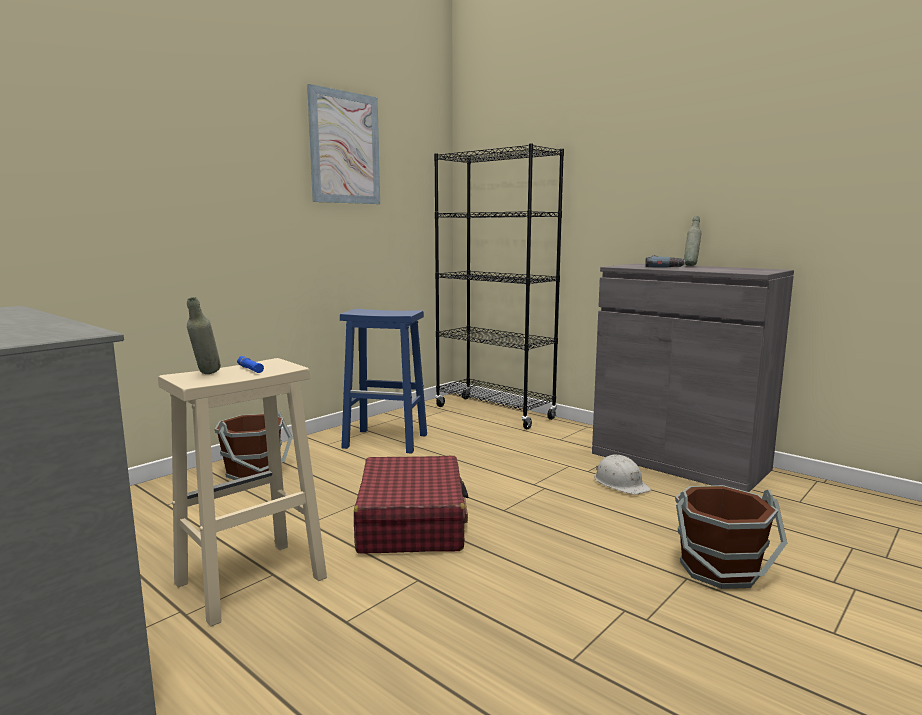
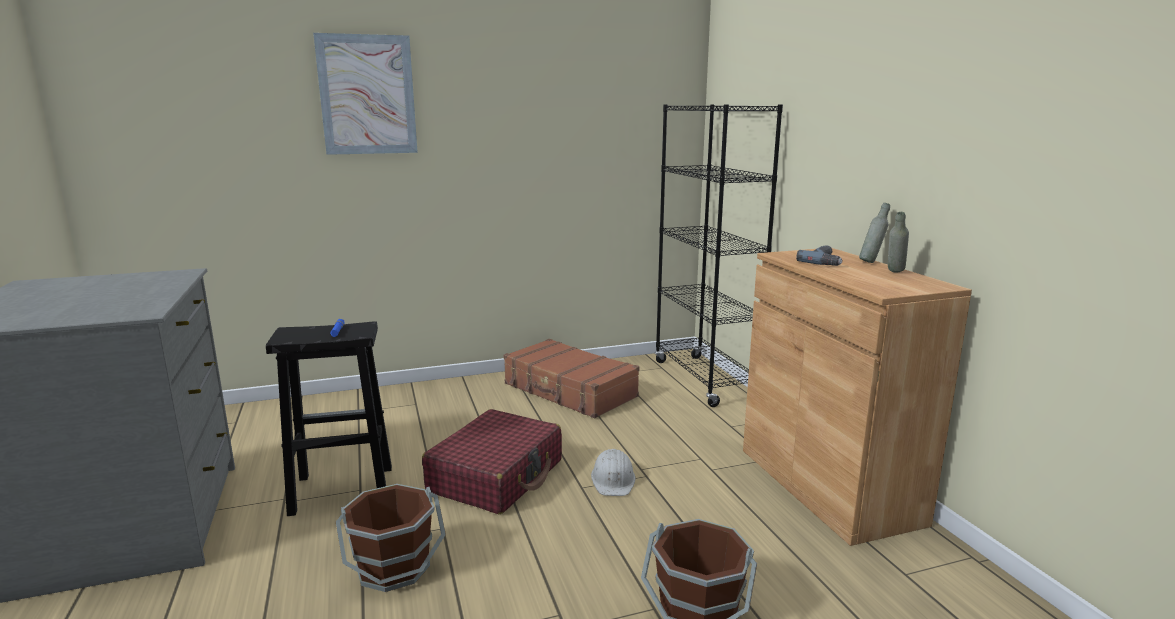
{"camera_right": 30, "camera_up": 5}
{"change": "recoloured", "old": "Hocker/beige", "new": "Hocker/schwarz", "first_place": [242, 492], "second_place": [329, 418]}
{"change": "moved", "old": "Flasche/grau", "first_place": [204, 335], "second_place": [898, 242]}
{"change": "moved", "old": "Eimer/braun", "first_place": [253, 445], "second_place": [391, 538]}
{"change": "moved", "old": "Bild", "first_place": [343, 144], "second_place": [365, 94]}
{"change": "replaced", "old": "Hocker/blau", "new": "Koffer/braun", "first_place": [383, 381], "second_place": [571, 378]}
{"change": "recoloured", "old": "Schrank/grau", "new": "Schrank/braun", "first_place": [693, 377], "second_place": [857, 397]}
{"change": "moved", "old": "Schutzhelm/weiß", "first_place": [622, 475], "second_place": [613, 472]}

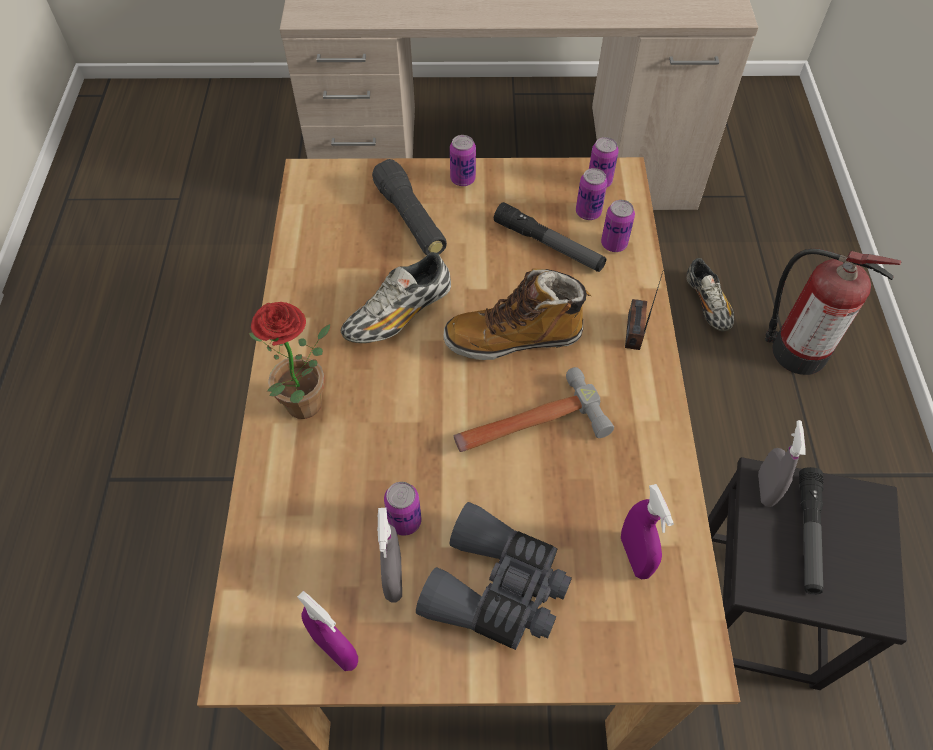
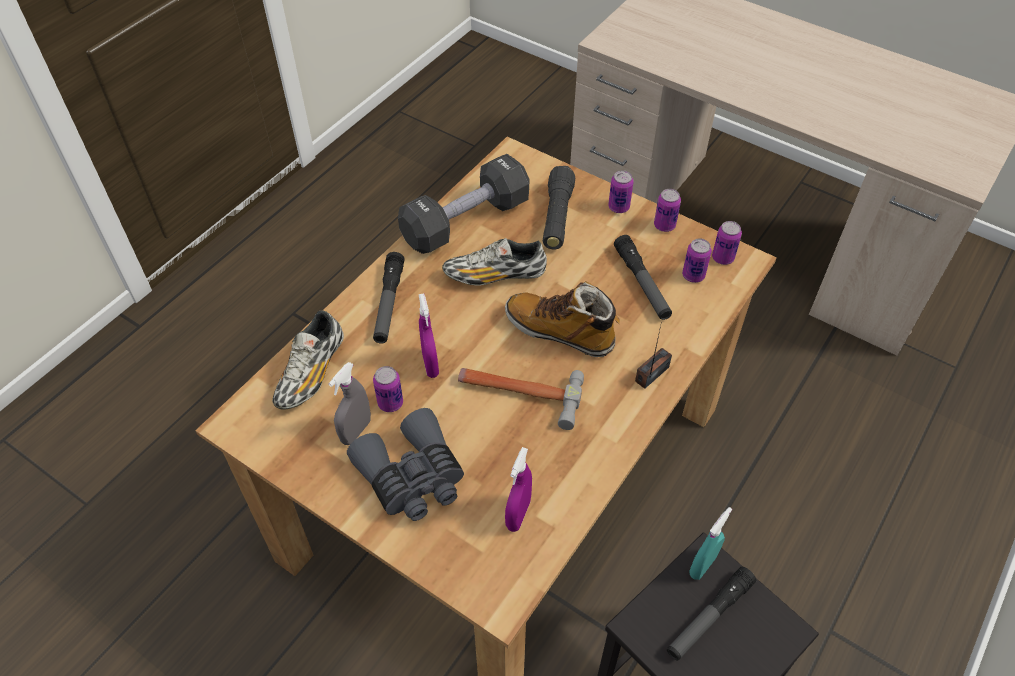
{"camera_right": 35, "camera_up": -5}
{"change": "replaced", "old": "Topfpflanze", "new": "Taschenlampe", "first_place": [289, 360], "second_place": [389, 297]}
{"change": "moved", "old": "Sprühflasche/lila", "first_place": [327, 631], "second_place": [429, 335]}
{"change": "moved", "old": "Dose", "first_place": [618, 226], "second_place": [667, 210]}
{"change": "moved", "old": "Schuh", "first_place": [710, 294], "second_place": [308, 360]}
{"change": "recoloured", "old": "Sprühflasche/grau", "new": "Sprühflasche/türkis", "first_place": [781, 463], "second_place": [710, 543]}
{"change": "removed", "old": "Feuerlöscher", "first_place": [833, 311]}
{"change": "added", "new": "Hantel/schwarz", "second_place": [463, 204]}

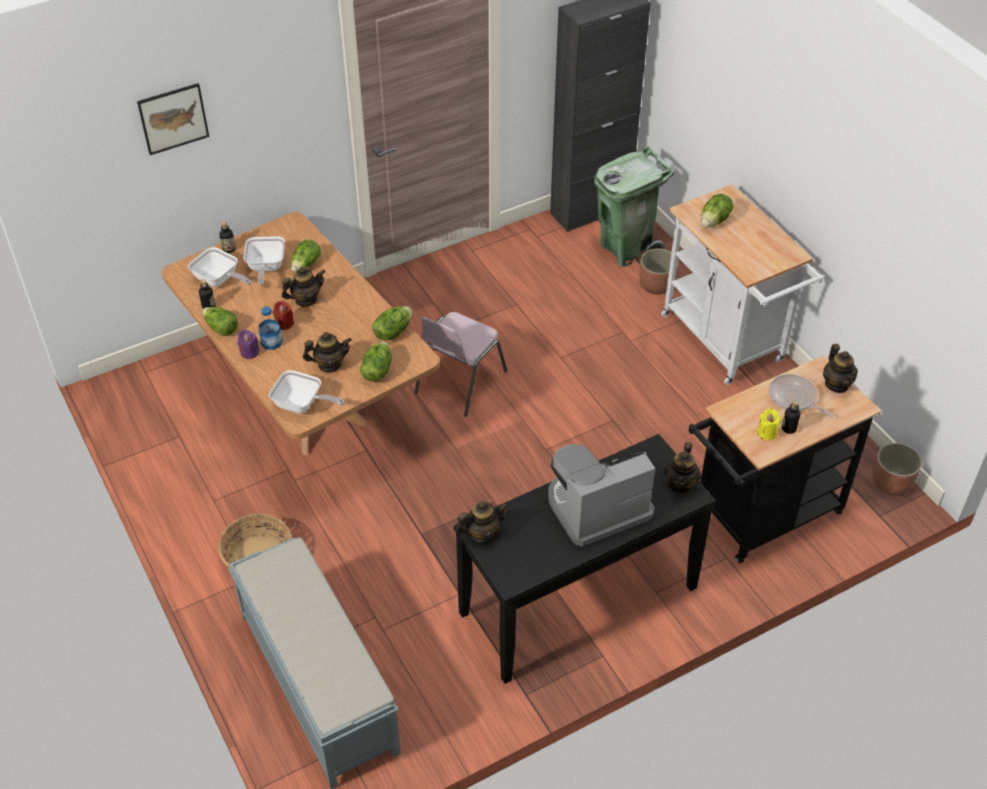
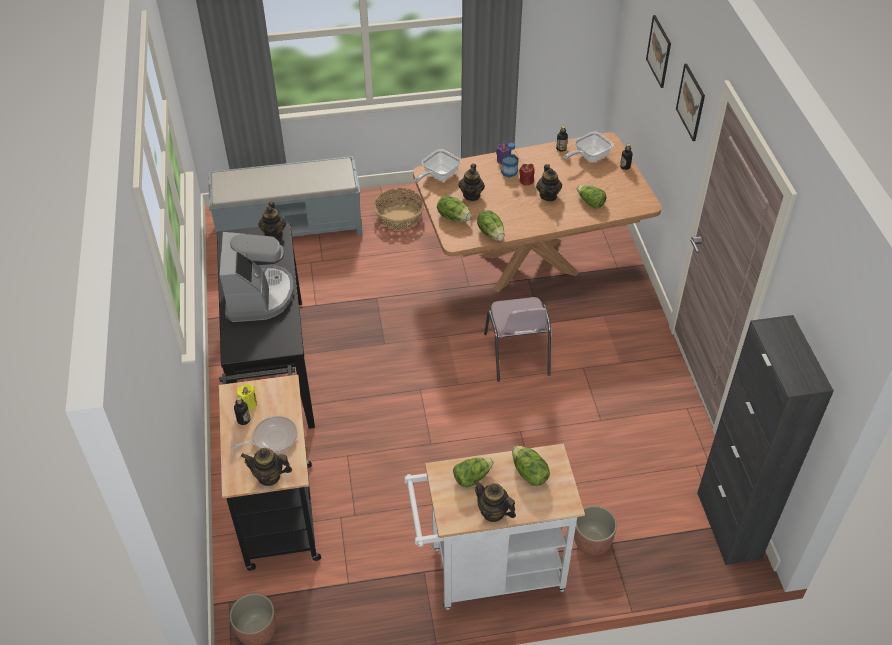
{"camera_right": 110, "camera_up": 0}
{"change": "moved", "old": "Salatkopf", "first_place": [220, 321], "second_place": [473, 472]}
{"change": "removed", "old": "Pfanne", "first_place": [264, 260]}
{"change": "turned", "old": "Stuhl/rosa", "first_place": [461, 364], "second_place": [517, 339], "degrees": -150}
{"change": "removed", "old": "Mülleimer/grün", "first_place": [634, 206]}
{"change": "moved", "old": "Teekanne", "first_place": [682, 468], "second_place": [494, 501]}
{"change": "added", "new": "Bild", "second_place": [690, 102]}

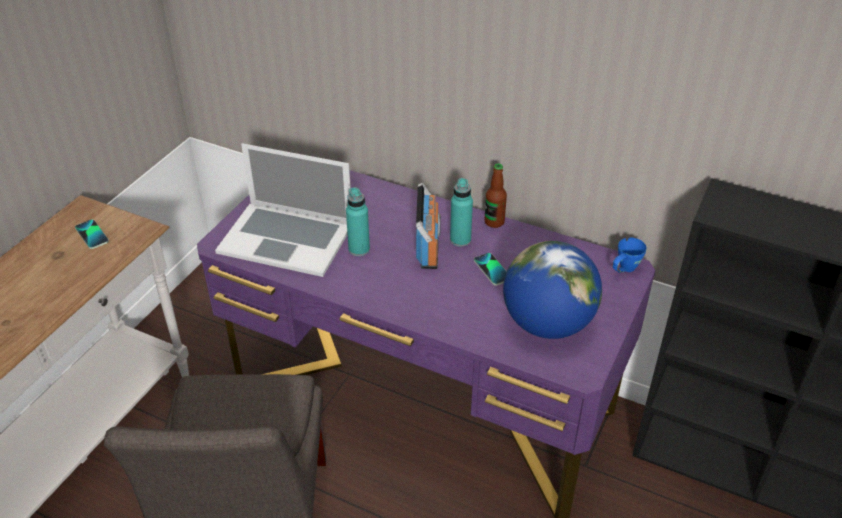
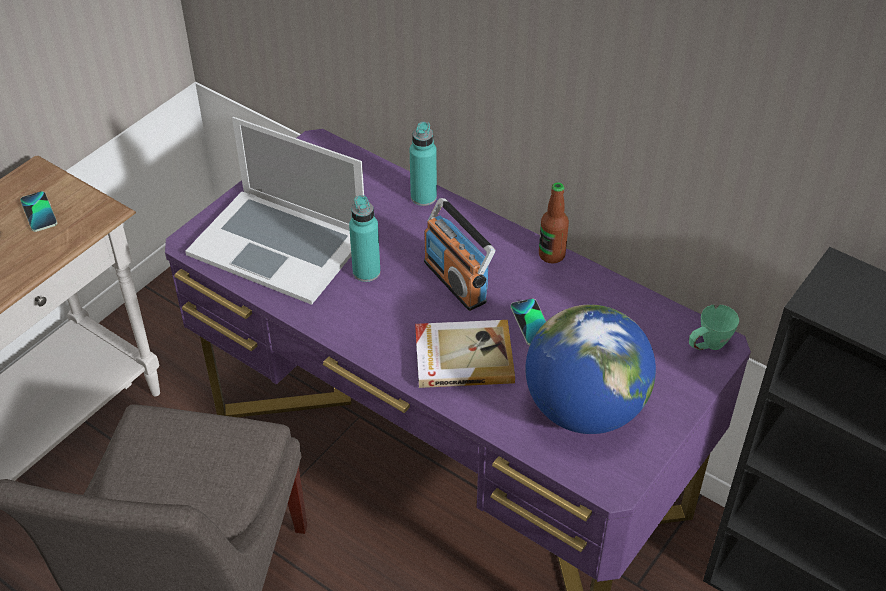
{"camera_right": 10, "camera_up": 5}
{"change": "turned", "old": "Radio", "first_place": [428, 226], "second_place": [459, 254], "degrees": 135}
{"change": "moved", "old": "Flasche/türkis", "first_place": [461, 212], "second_place": [423, 164]}
{"change": "recoloured", "old": "Henkelbecher/blau", "new": "Henkelbecher/grün", "first_place": [630, 255], "second_place": [714, 327]}
{"change": "added", "new": "Buch", "second_place": [465, 354]}

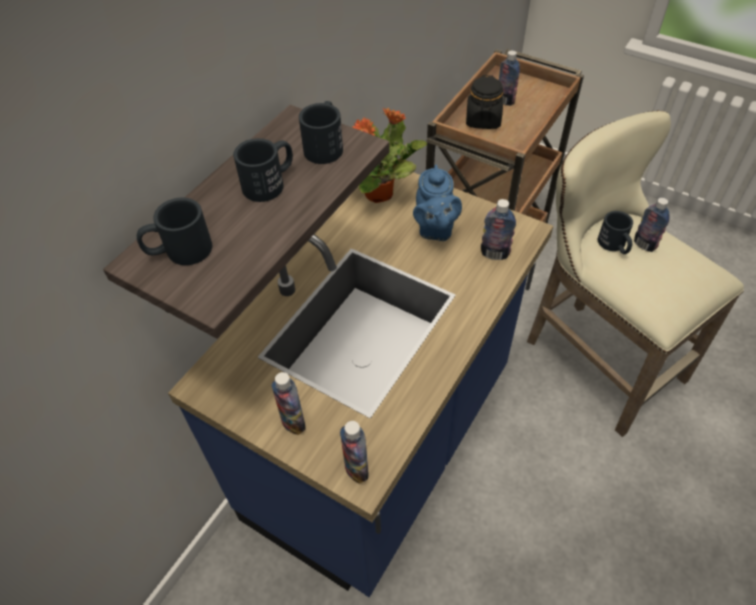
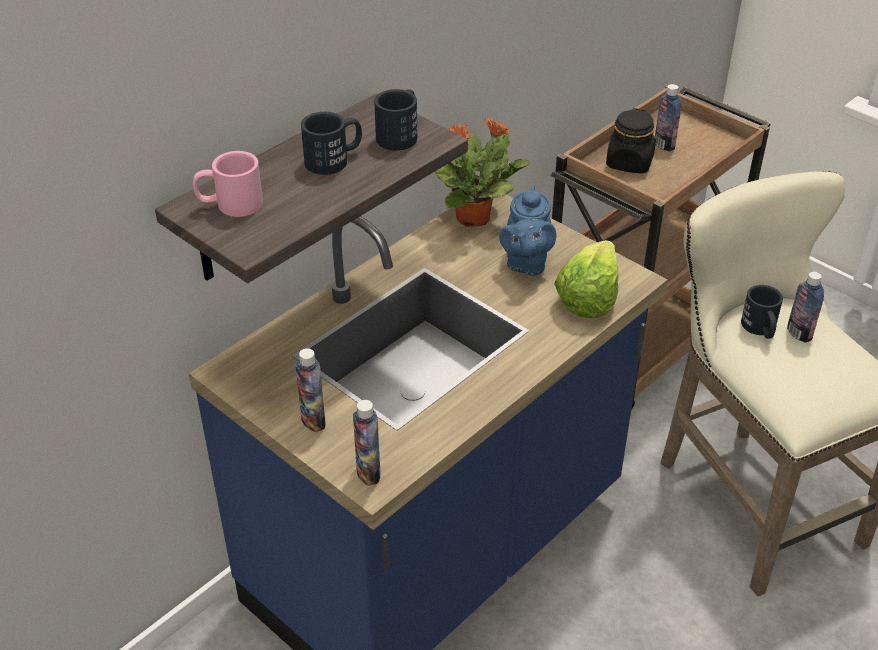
{"camera_right": 10, "camera_up": -10}
{"change": "recoloured", "old": "Henkelbecher/schwarz", "new": "Henkelbecher/rosa", "first_place": [174, 231], "second_place": [228, 184]}
{"change": "replaced", "old": "Flasche", "new": "Salatkopf", "first_place": [498, 229], "second_place": [586, 279]}

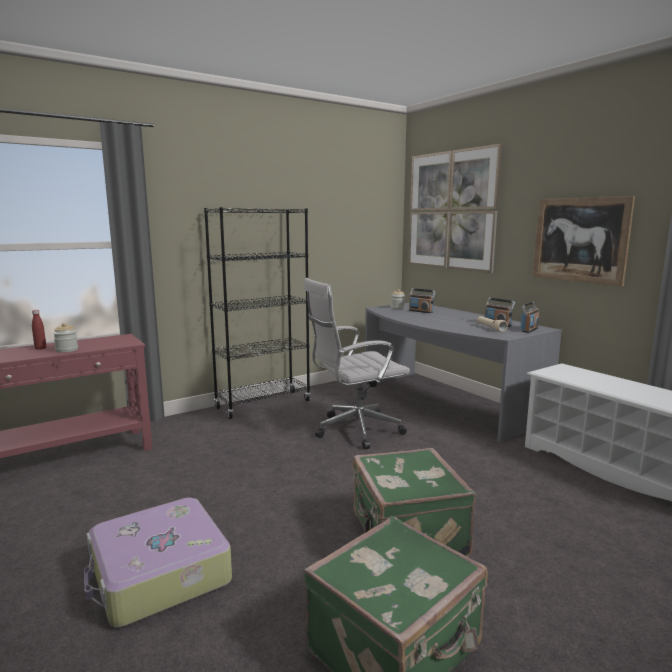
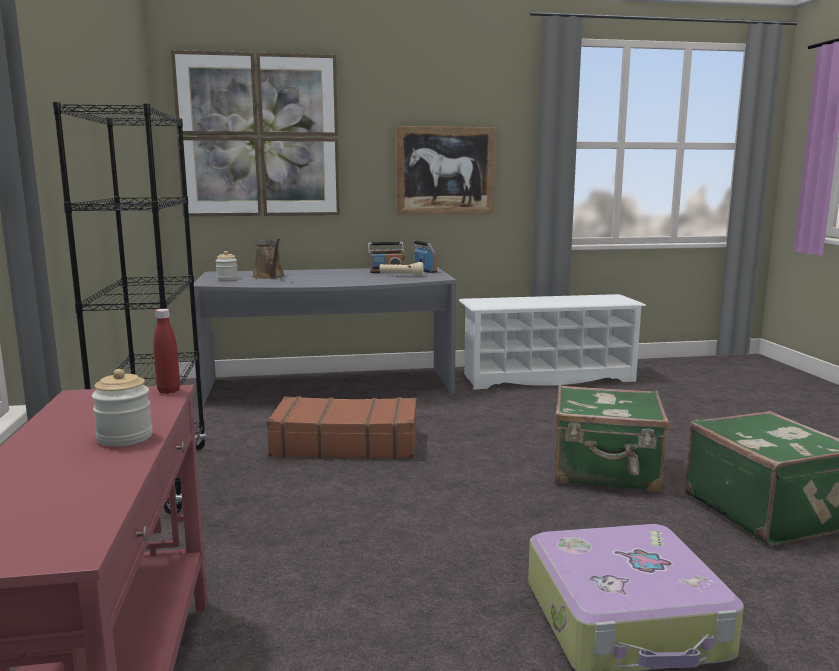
{"camera_right": -65, "camera_up": 0}
{"change": "moved", "old": "Flasche/rot", "first_place": [39, 330], "second_place": [167, 351]}
{"change": "replaced", "old": "Bürostuhl/weiß", "new": "Koffer/braun", "first_place": [357, 364], "second_place": [341, 427]}
{"change": "replaced", "old": "Radio", "new": "Gießkanne/braun", "first_place": [422, 300], "second_place": [268, 259]}

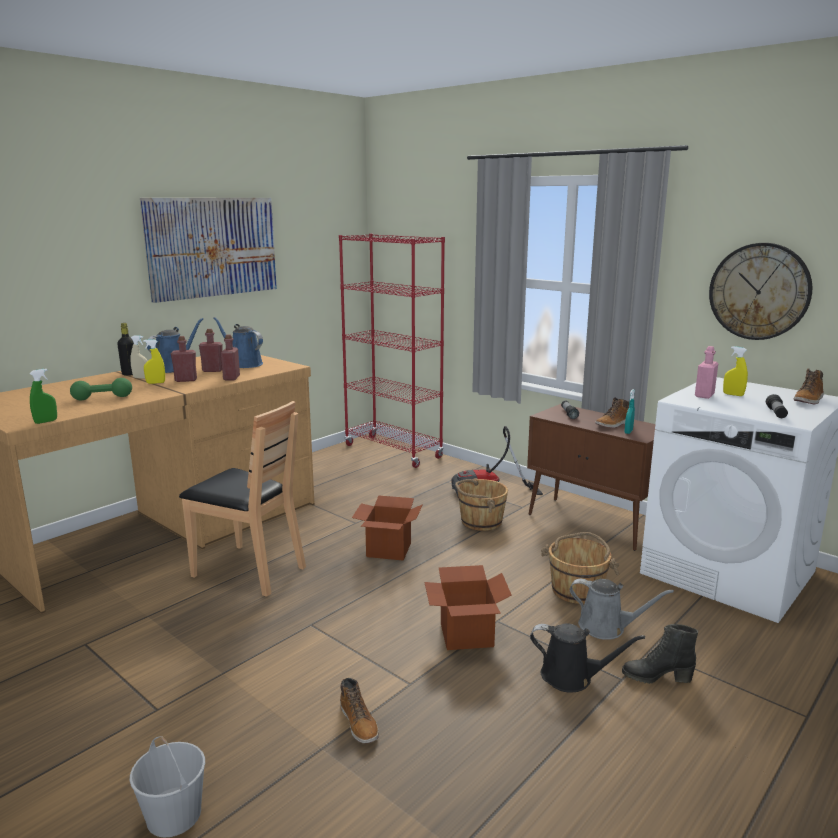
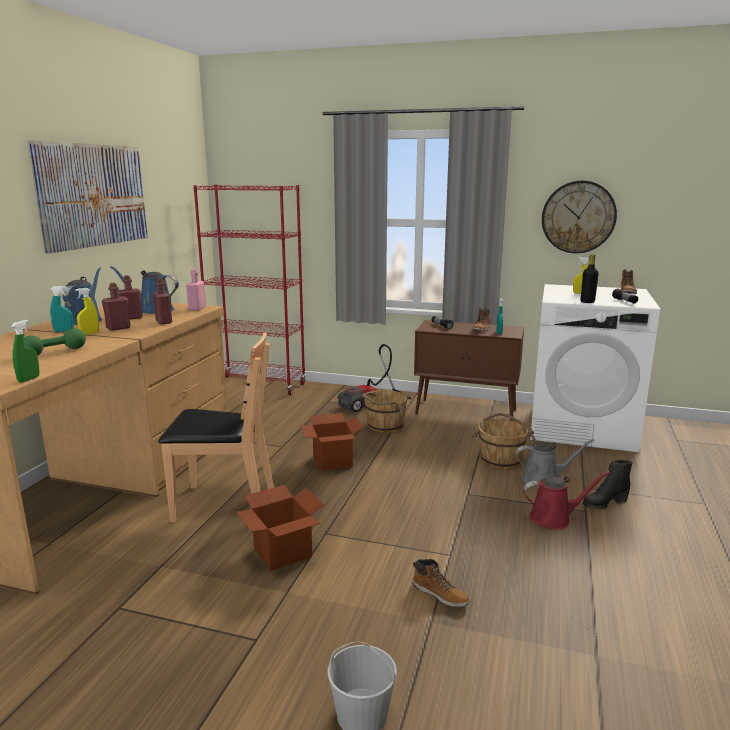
{"camera_right": -25, "camera_up": 0}
{"change": "moved", "old": "Flasche/schwarz", "first_place": [125, 349], "second_place": [590, 278]}
{"change": "recoloured", "old": "Sprühflasche/beige", "new": "Sprühflasche/türkis", "first_place": [139, 357], "second_place": [62, 309]}
{"change": "moved", "old": "Karton", "first_place": [468, 607], "second_place": [280, 528]}
{"change": "recoloured", "old": "Gießkanne/schwarz", "new": "Gießkanne/rot", "first_place": [587, 658], "second_place": [566, 500]}
{"change": "moved", "old": "Flasche/rosa", "first_place": [706, 372], "second_place": [196, 289]}

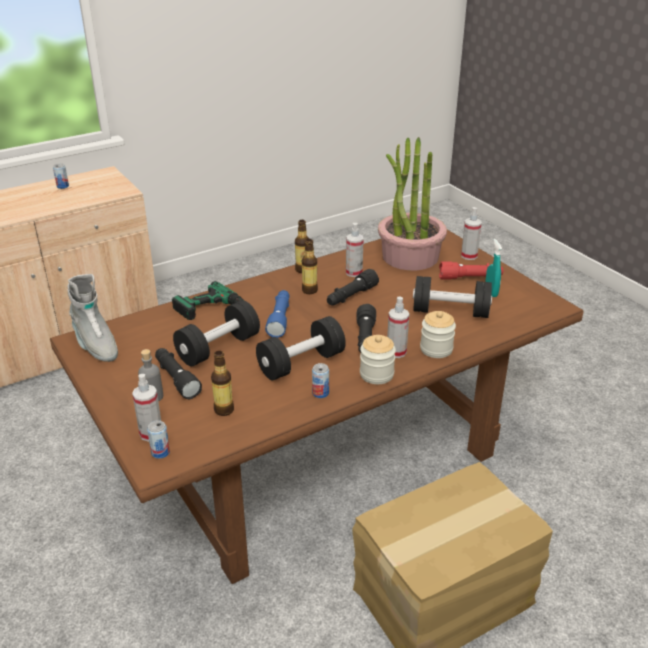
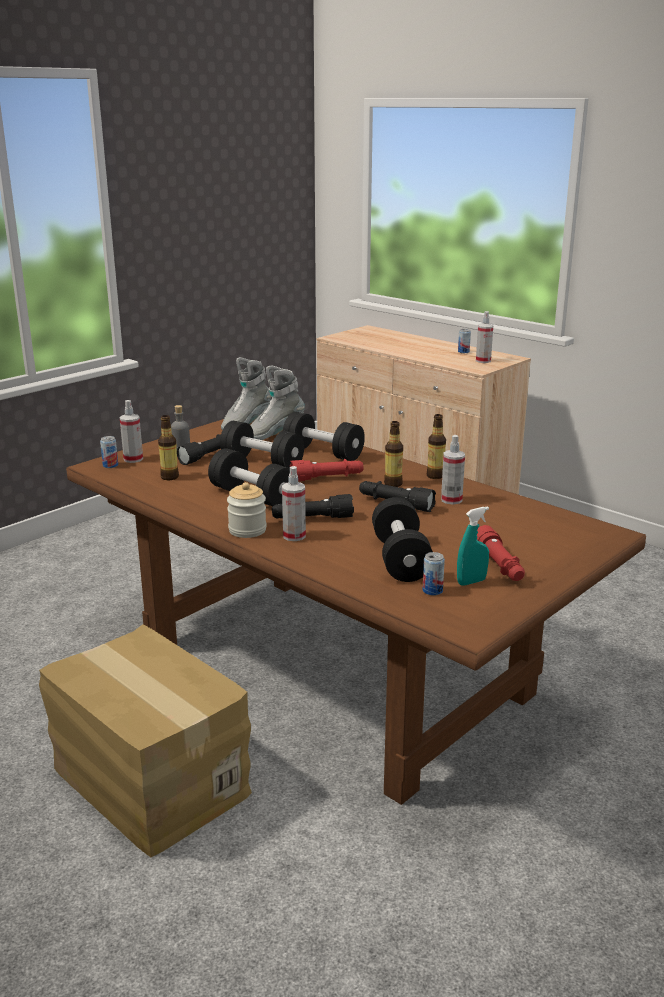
{"camera_right": 75, "camera_up": -10}
{"change": "replaced", "old": "Bohrmaschine", "new": "Hantel/schwarz", "first_place": [208, 300], "second_place": [324, 436]}
{"change": "recoloured", "old": "Taschenlampe/blau", "new": "Taschenlampe/rot", "first_place": [277, 314], "second_place": [326, 470]}
{"change": "moved", "old": "Dose", "first_place": [320, 380], "second_place": [433, 574]}
{"change": "removed", "old": "Topfpflanze", "first_place": [412, 203]}
{"change": "removed", "old": "Vorratsglas", "first_place": [438, 334]}
{"change": "moved", "old": "Sprühflasche", "first_place": [471, 233], "second_place": [484, 337]}
{"change": "added", "new": "Stiefel/grau", "second_place": [278, 403]}

